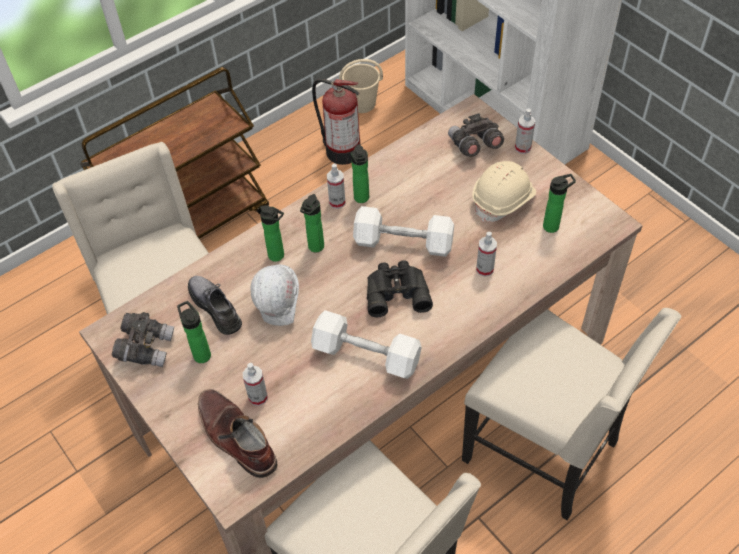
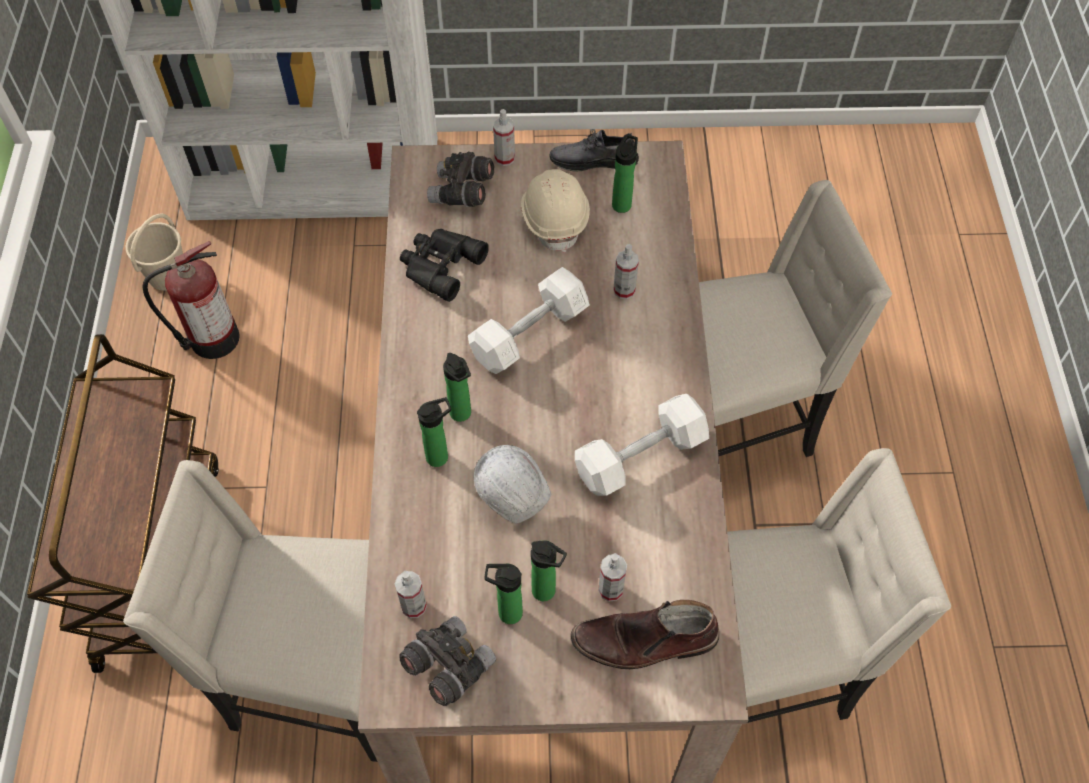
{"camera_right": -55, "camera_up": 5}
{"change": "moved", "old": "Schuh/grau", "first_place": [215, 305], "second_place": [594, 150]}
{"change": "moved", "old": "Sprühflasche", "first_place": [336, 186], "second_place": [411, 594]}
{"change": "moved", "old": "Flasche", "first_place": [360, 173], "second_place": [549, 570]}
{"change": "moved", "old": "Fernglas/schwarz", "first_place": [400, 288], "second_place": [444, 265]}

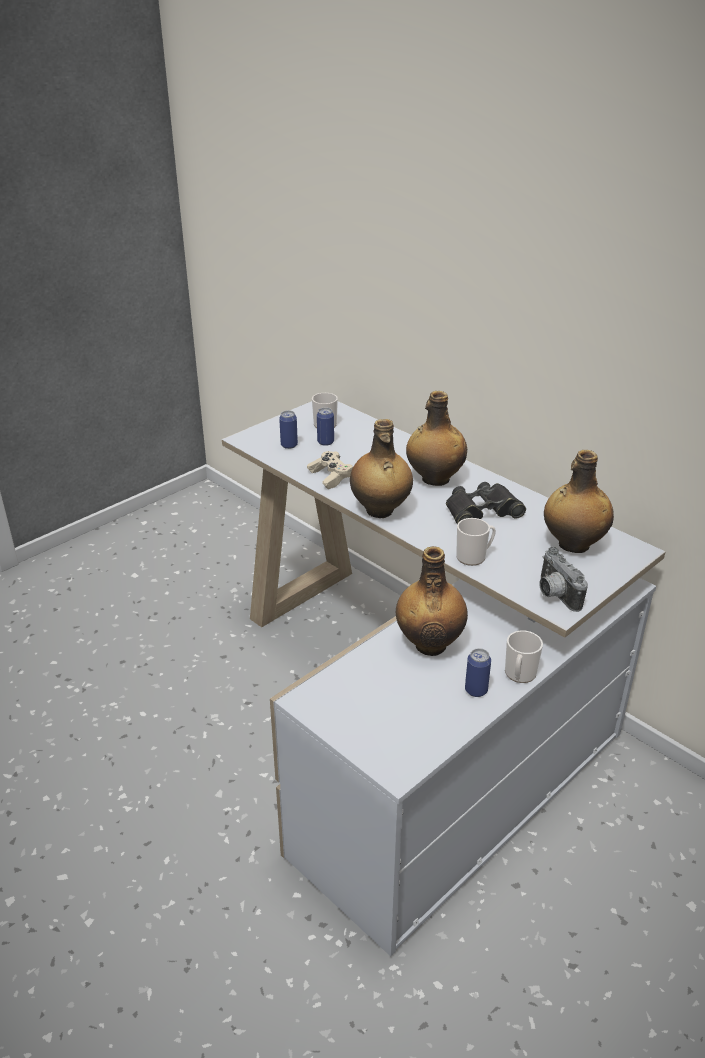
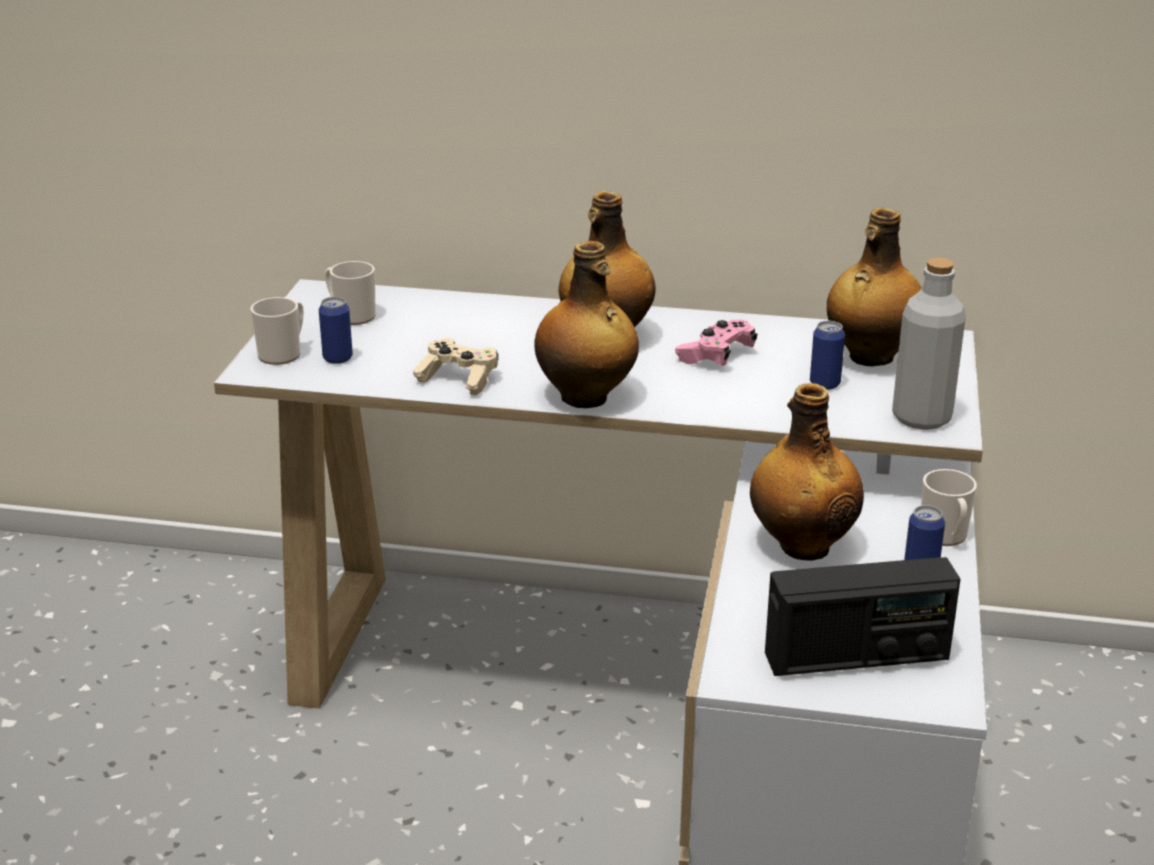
{"camera_right": -35, "camera_up": -5}
{"change": "moved", "old": "Dose", "first_place": [325, 427], "second_place": [827, 355]}
{"change": "replaced", "old": "Fernglas/schwarz", "new": "Gamepad/rosa", "first_place": [486, 503], "second_place": [716, 343]}
{"change": "moved", "old": "Henkelbecher", "first_place": [476, 542], "second_place": [277, 331]}
{"change": "replaced", "old": "Kamera", "new": "Flasche/grau", "first_place": [563, 579], "second_place": [929, 344]}
{"change": "added", "new": "Radio", "second_place": [862, 616]}

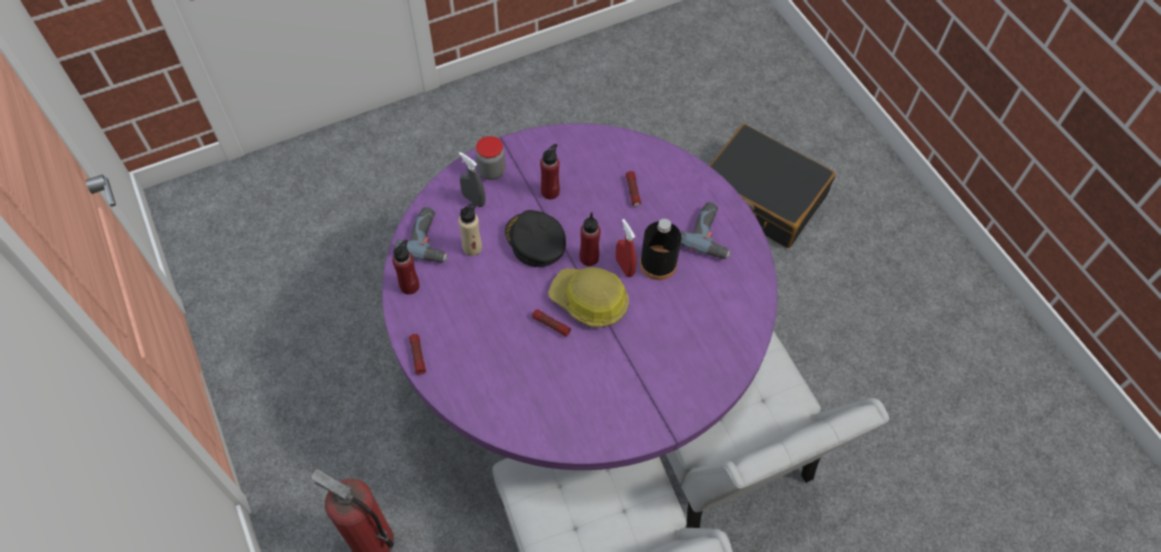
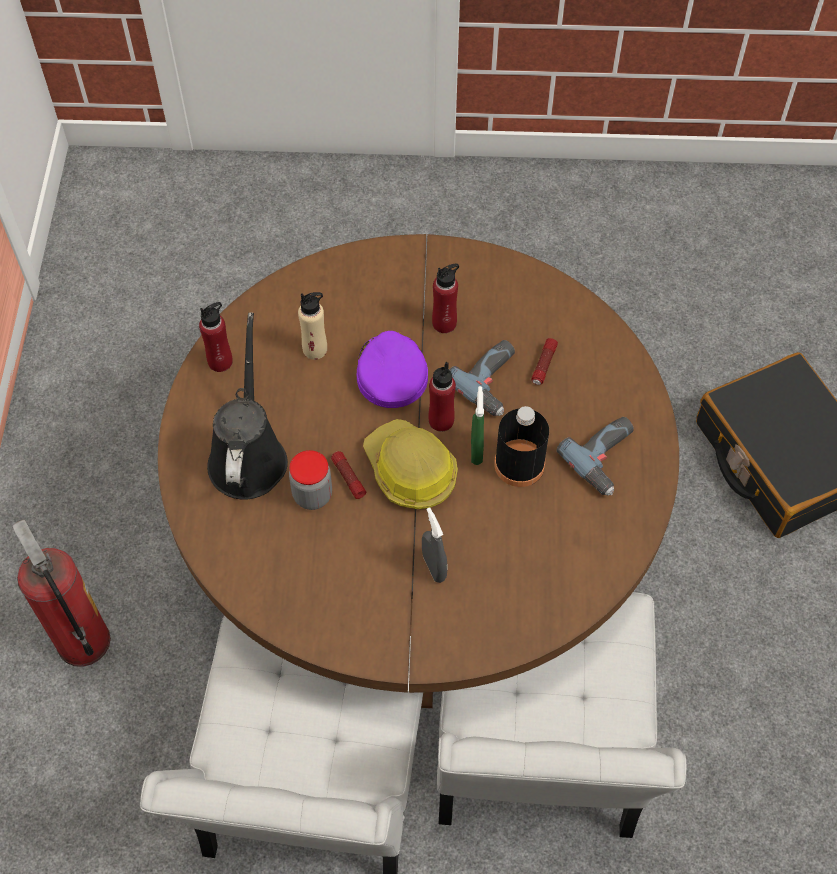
{"camera_right": 30, "camera_up": 0}
{"change": "recoloured", "old": "Esstisch/lila", "new": "Esstisch/braun", "first_place": [580, 296], "second_place": [418, 471]}
{"change": "moved", "old": "Bohrmaschine", "first_place": [421, 235], "second_place": [482, 378]}
{"change": "removed", "old": "Taschenlampe", "first_place": [417, 354]}
{"change": "moved", "old": "Sprühflasche/grau", "first_place": [472, 179], "second_place": [434, 545]}
{"change": "moved", "old": "Vorratsglas", "first_place": [491, 158], "second_place": [310, 480]}
{"change": "recoloured", "old": "Kappe/schwarz", "new": "Kappe/lila", "first_place": [535, 238], "second_place": [392, 369]}
{"change": "recoloured", "old": "Sprühflasche/rot", "new": "Sprühflasche/grün", "first_place": [626, 248], "second_place": [477, 425]}
{"change": "added", "new": "Gießkanne/schwarz", "second_place": [247, 406]}

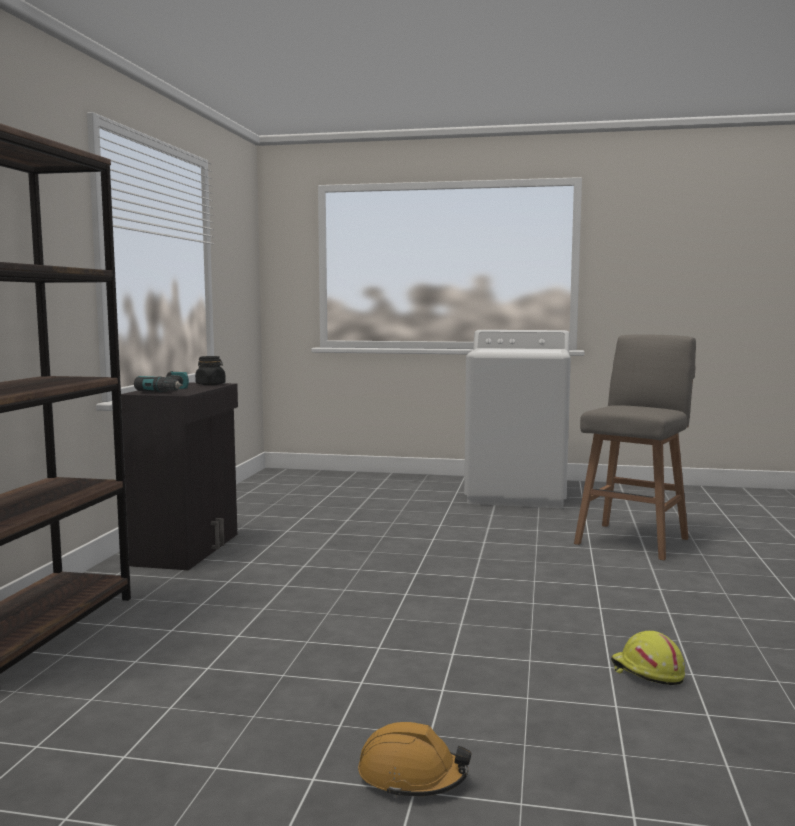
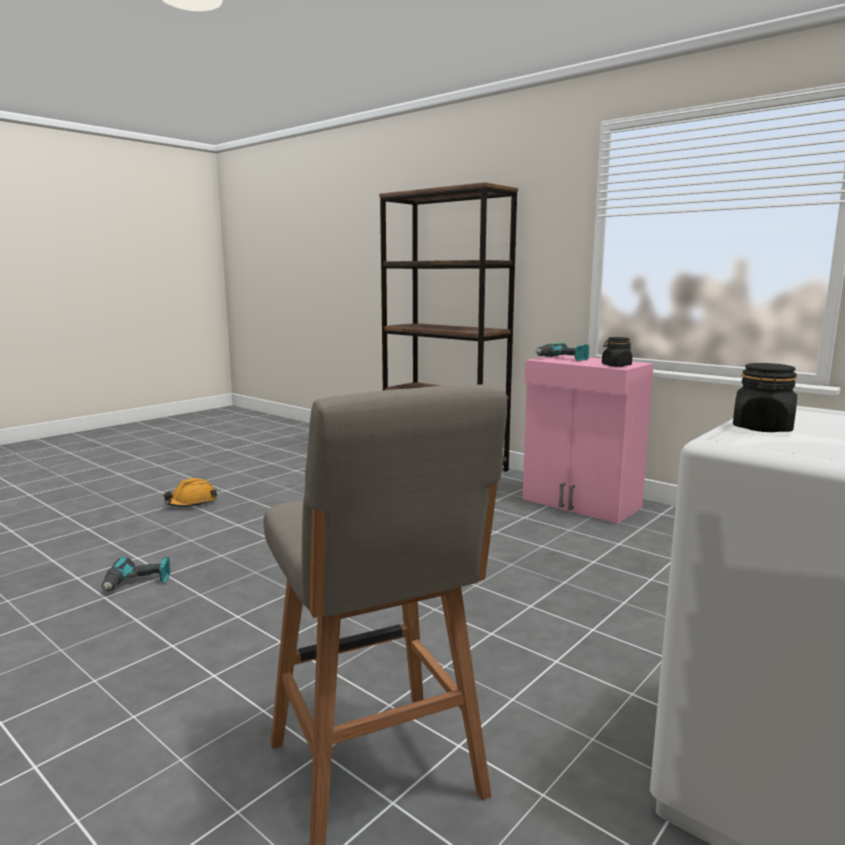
{"camera_right": 120, "camera_up": 5}
{"change": "recoloured", "old": "Schrank/schwarz", "new": "Schrank/rosa", "first_place": [179, 476], "second_place": [588, 439]}
{"change": "replaced", "old": "Schutzhelm/gelb", "new": "Bohrmaschine", "first_place": [648, 658], "second_place": [136, 573]}
{"change": "added", "new": "Vorratsglas/schwarz", "second_place": [765, 397]}

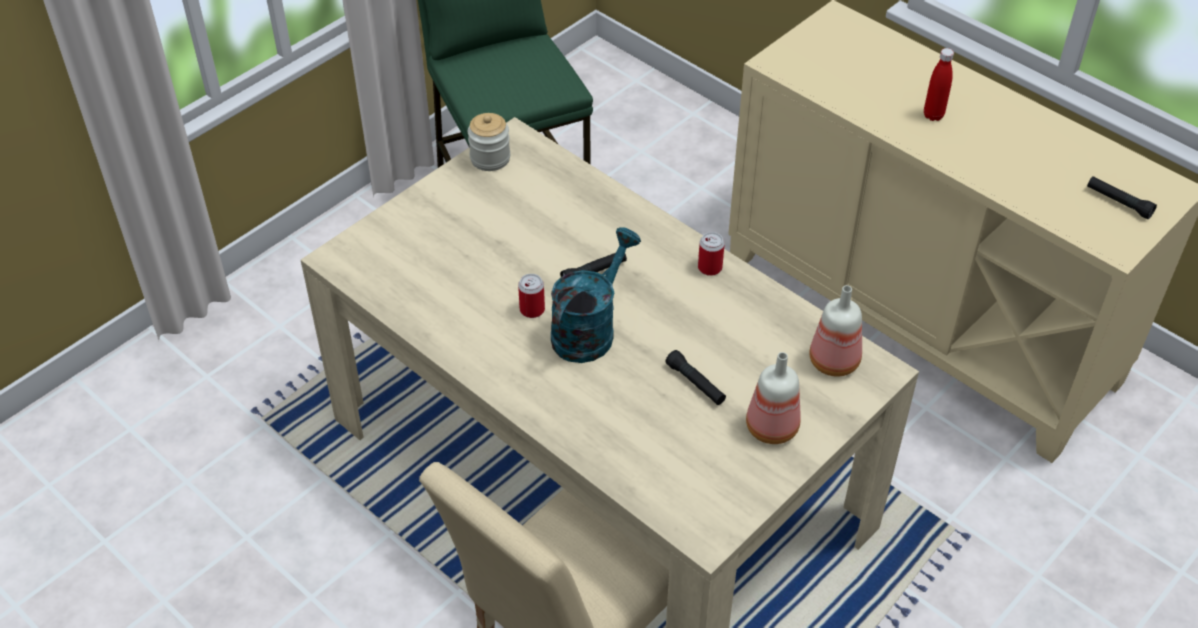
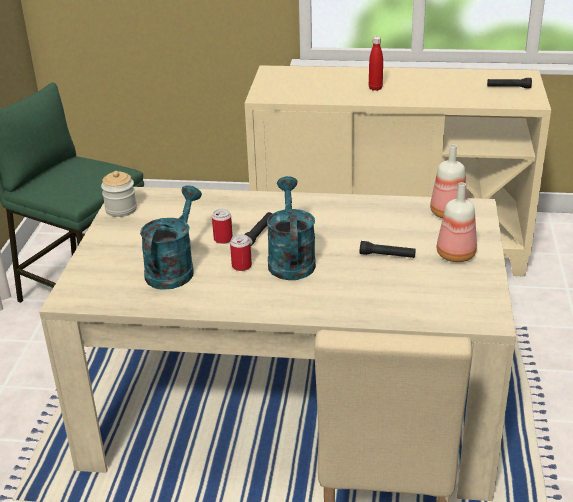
{"camera_right": -35, "camera_up": -15}
{"change": "moved", "old": "Dose", "first_place": [711, 254], "second_place": [222, 226]}
{"change": "added", "new": "Gießkanne/türkis", "second_place": [171, 237]}

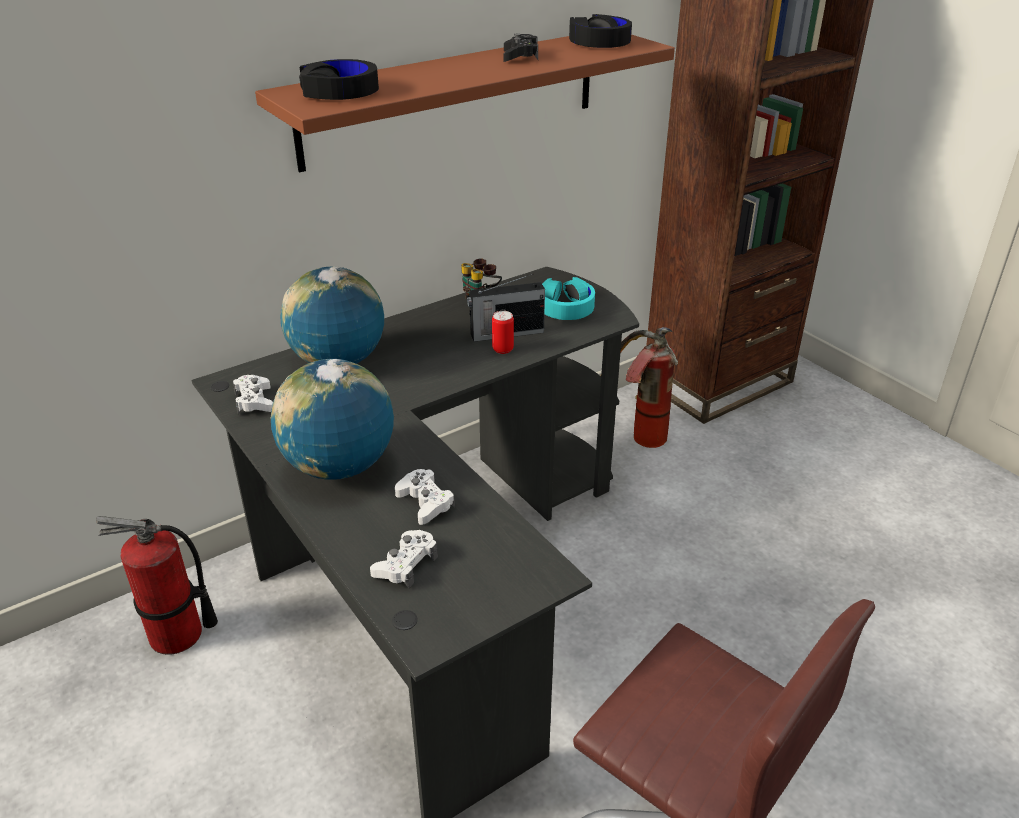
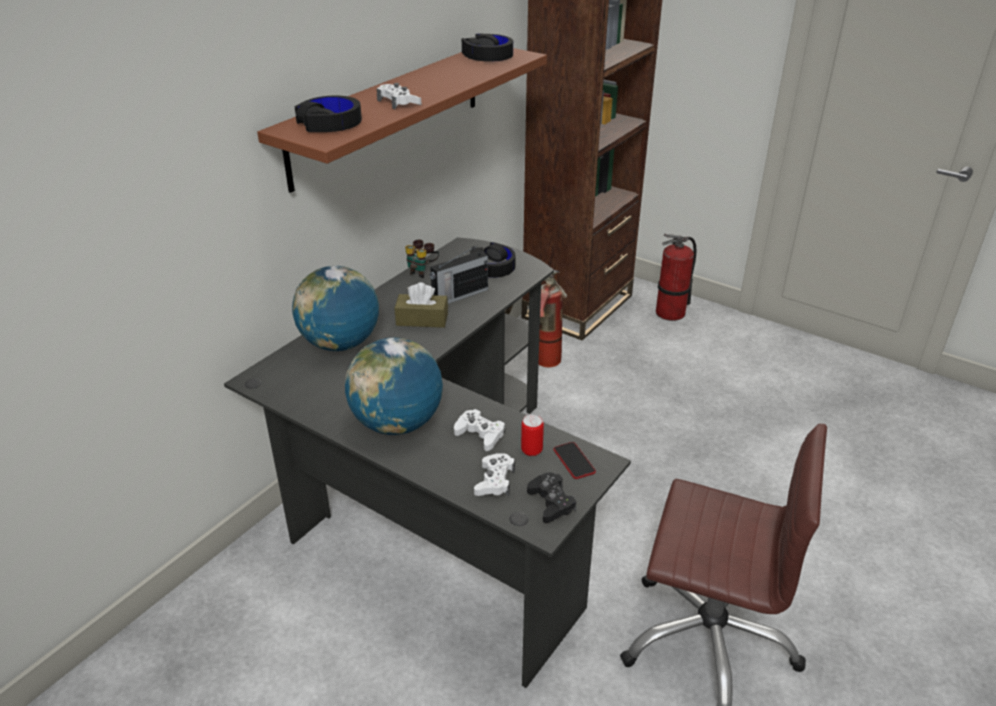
{"camera_right": -20, "camera_up": 0}
{"change": "moved", "old": "Feuerlöscher", "first_place": [157, 585], "second_place": [676, 277]}
{"change": "moved", "old": "Gamepad/weiß", "first_place": [253, 394], "second_place": [399, 96]}
{"change": "moved", "old": "Dose", "first_place": [503, 332], "second_place": [532, 435]}
{"change": "moved", "old": "Gamepad/schwarz", "first_place": [521, 47], "second_place": [551, 498]}
{"change": "recoloured", "old": "Kopfhörer/türkis", "new": "Kopfhörer/schwarz", "first_place": [568, 298], "second_place": [493, 260]}
{"change": "added", "new": "Taschentuchbox/braun", "second_place": [421, 305]}
{"change": "added", "new": "Handy", "second_place": [574, 460]}

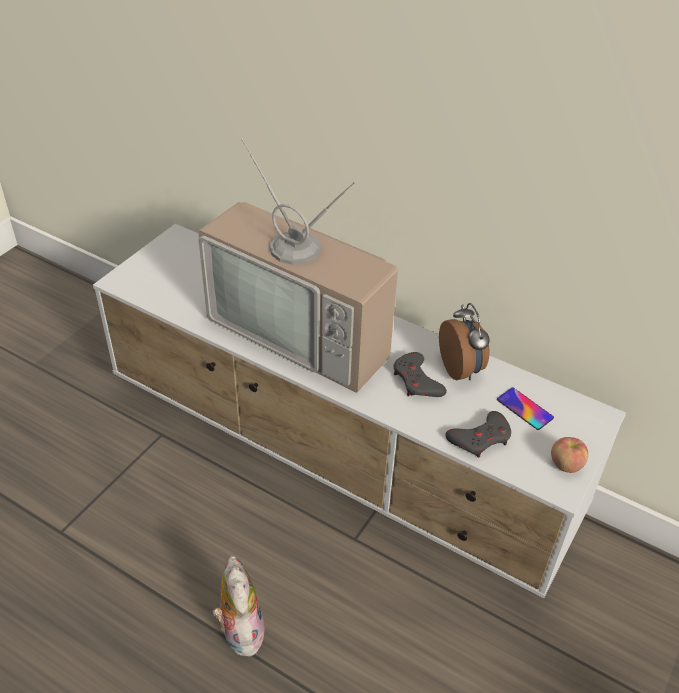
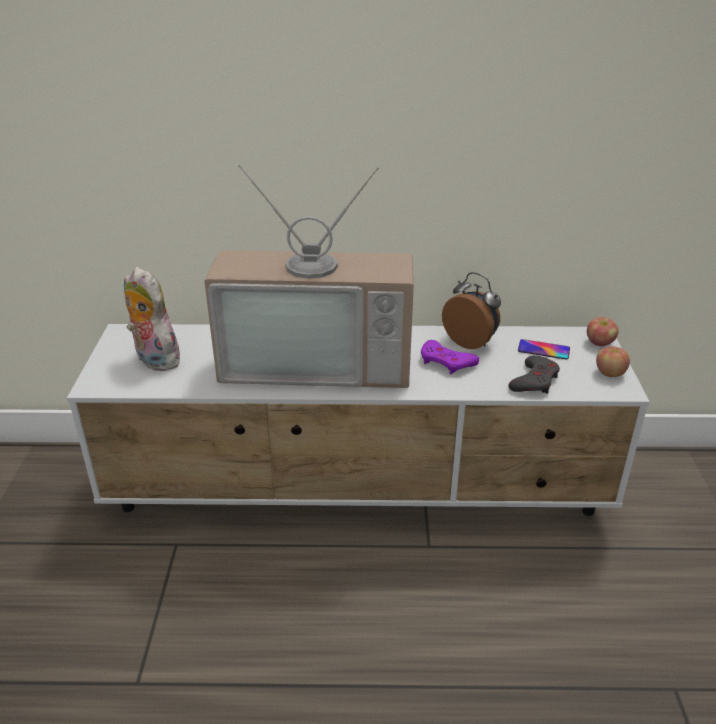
{"camera_right": -30, "camera_up": -10}
{"change": "moved", "old": "Plüschtier", "first_place": [239, 606], "second_place": [152, 319]}
{"change": "recoloured", "old": "Gamepad/grau", "new": "Gamepad/lila", "first_place": [420, 374], "second_place": [450, 357]}
{"change": "added", "new": "Apfel", "second_place": [603, 331]}

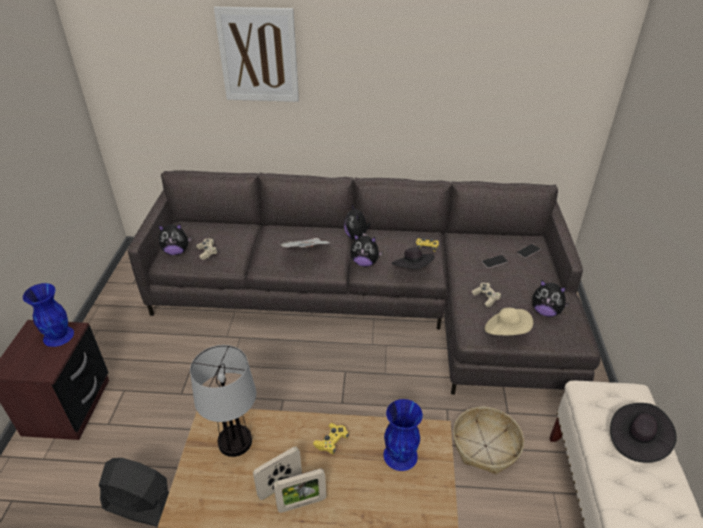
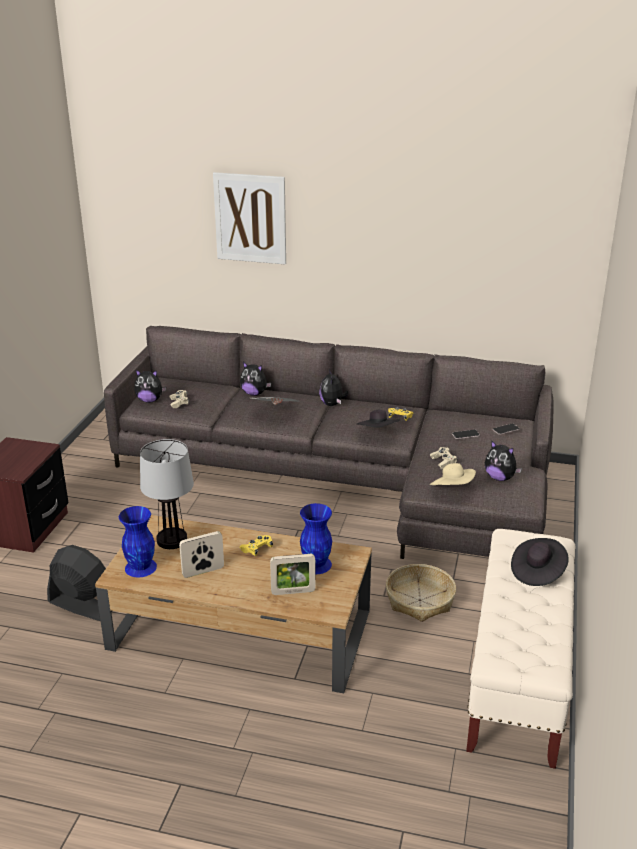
{"camera_right": 10, "camera_up": -10}
{"change": "moved", "old": "Vase/blau", "first_place": [48, 315], "second_place": [138, 541]}
{"change": "moved", "old": "Bilderrahmen", "first_place": [299, 491], "second_place": [293, 574]}
{"change": "moved", "old": "Plüschtier", "first_place": [367, 250], "second_place": [255, 379]}

